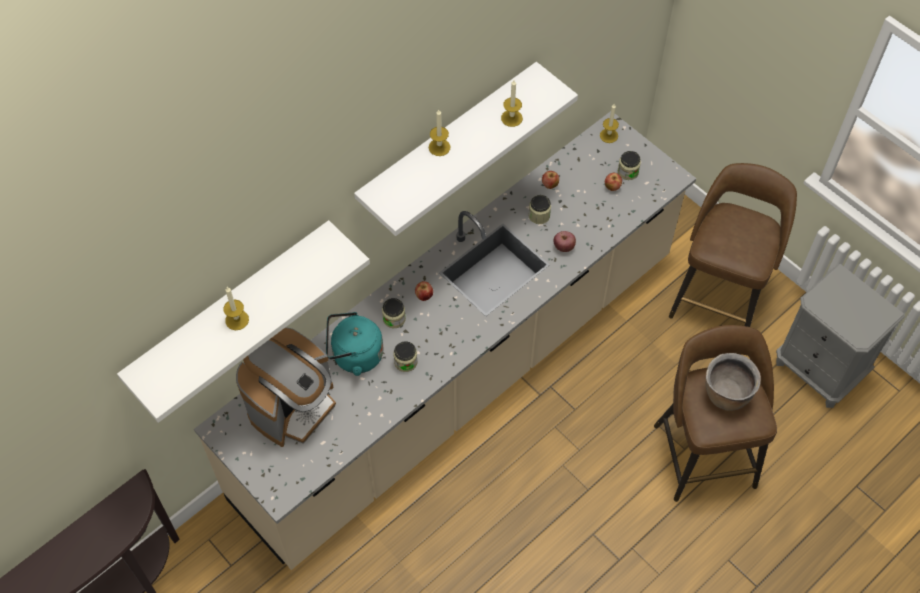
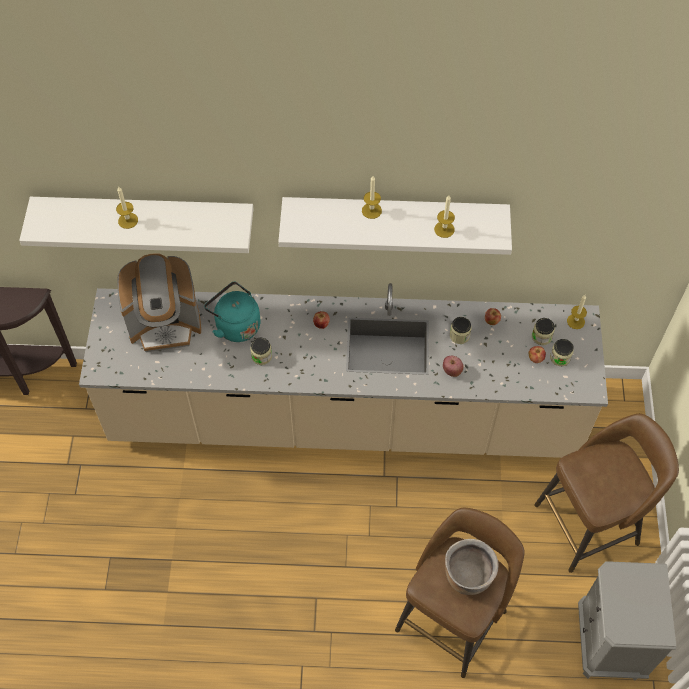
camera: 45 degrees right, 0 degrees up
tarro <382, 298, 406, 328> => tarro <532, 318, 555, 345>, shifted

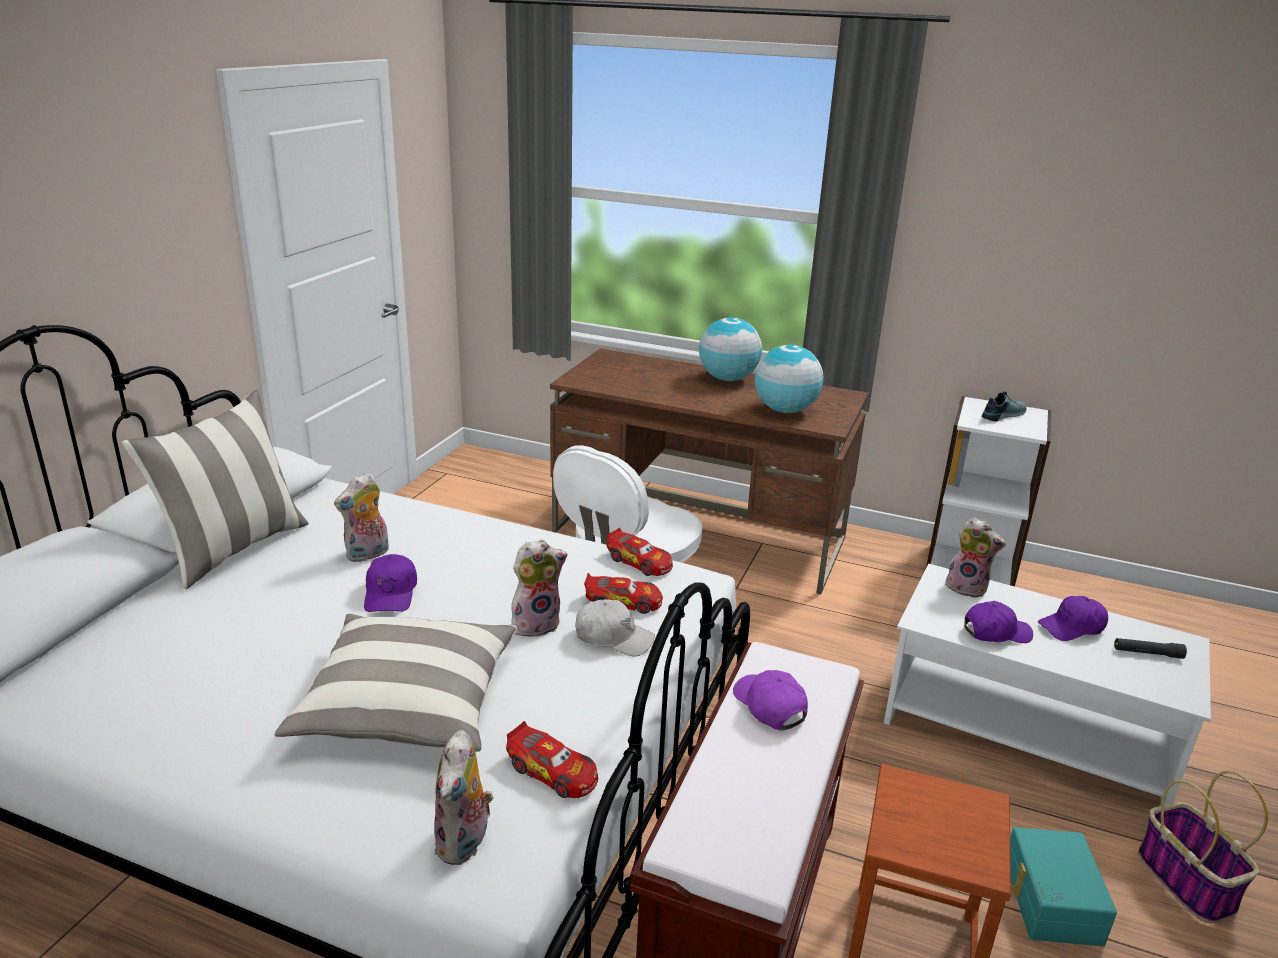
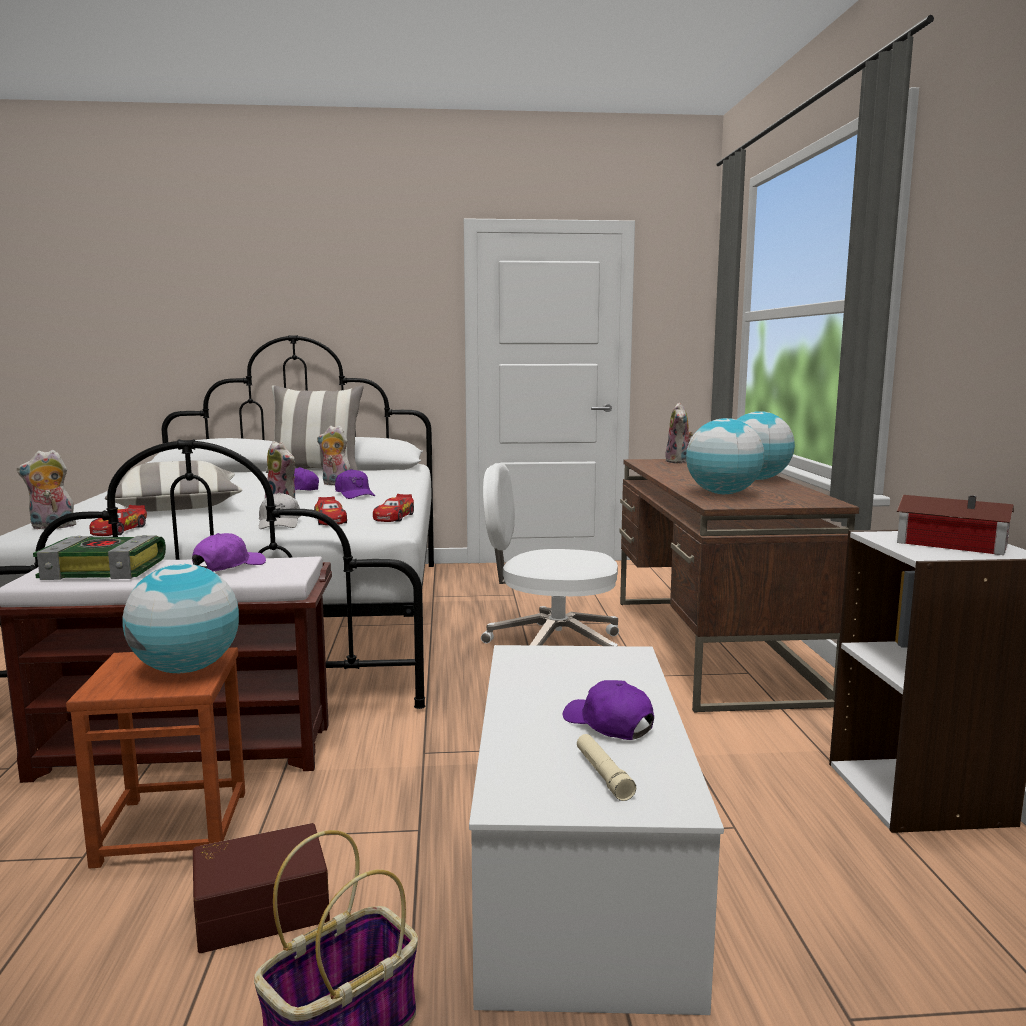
camera: 65 degrees right, 15 degrees down
peluche <945, 517, 1006, 598> => peluche <666, 403, 693, 464>, shifted
gorra/morado <964, 601, 1033, 643> => gorra/morado <335, 469, 375, 499>, shifted
zapato <981, 391, 1027, 422> => casita <897, 495, 1014, 555>
caja de almacenaje/turquesa <1010, 827, 1117, 946> => caja de almacenaje/marrón <193, 823, 330, 953>
linterna/negro <1114, 638, 1187, 659> => linterna/beis <577, 734, 636, 801>
nothing => libro <33, 535, 166, 580>
nothing => globo terráqueo <122, 564, 239, 673>

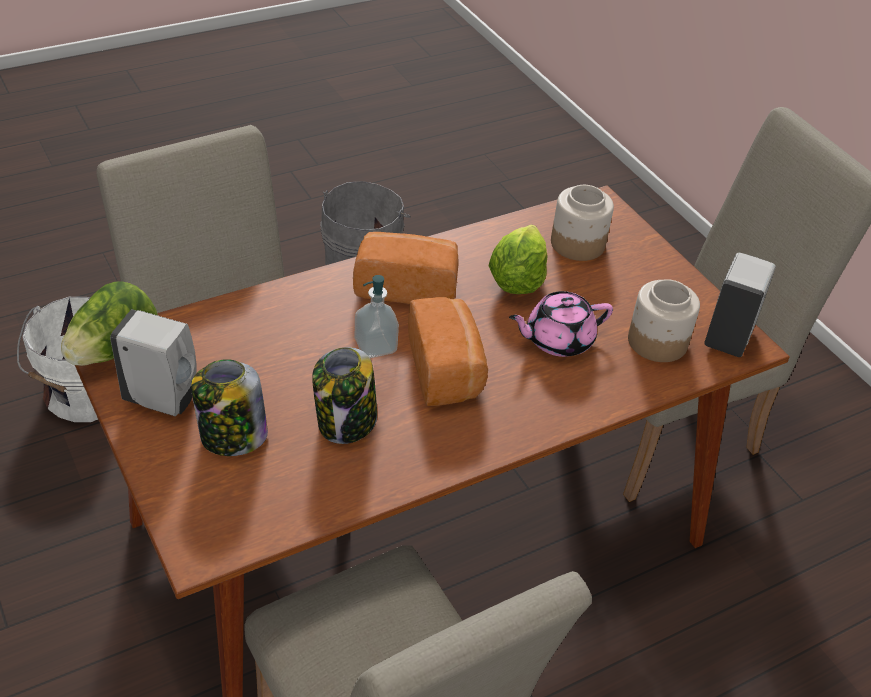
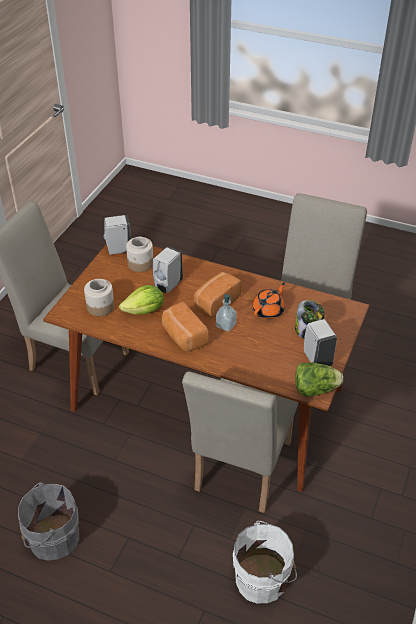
camera: 125 degrees left, 0 degrees up
tarro <312, 347, 377, 444> => tetera/naranja <253, 282, 285, 319>
tetera/rosa <509, 291, 613, 357> => dispensador de jabón/blanco <153, 246, 183, 293>

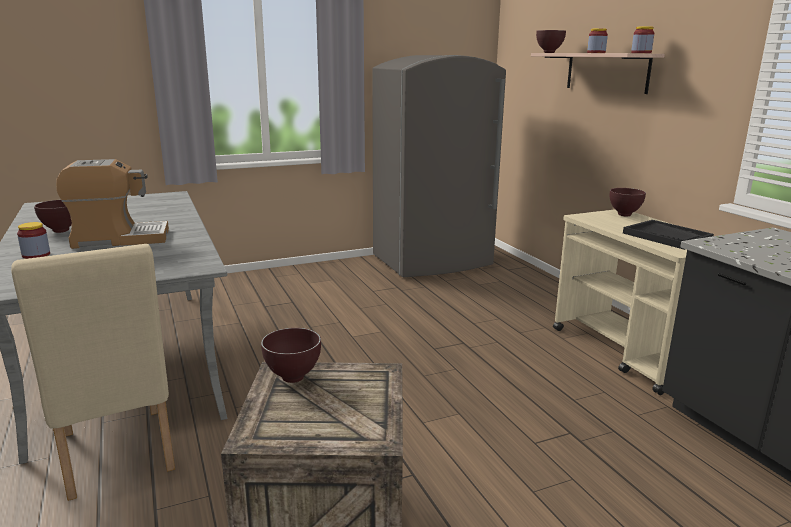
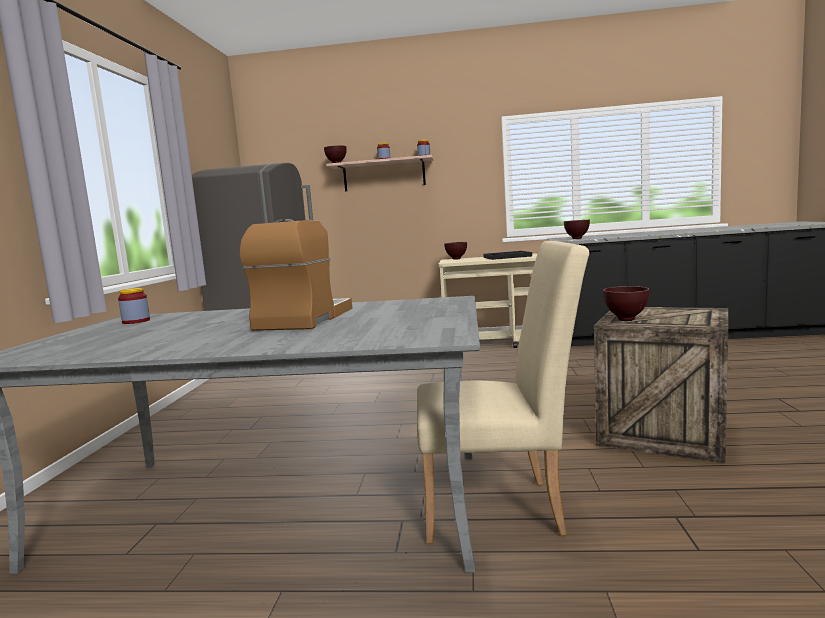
camera: 60 degrees left, 10 degrees down
tarro <17, 222, 50, 259> => tarro <118, 288, 150, 324>, shifted
cuenco/marrón <34, 200, 72, 233> => cuenco/marrón <564, 220, 590, 239>, shifted

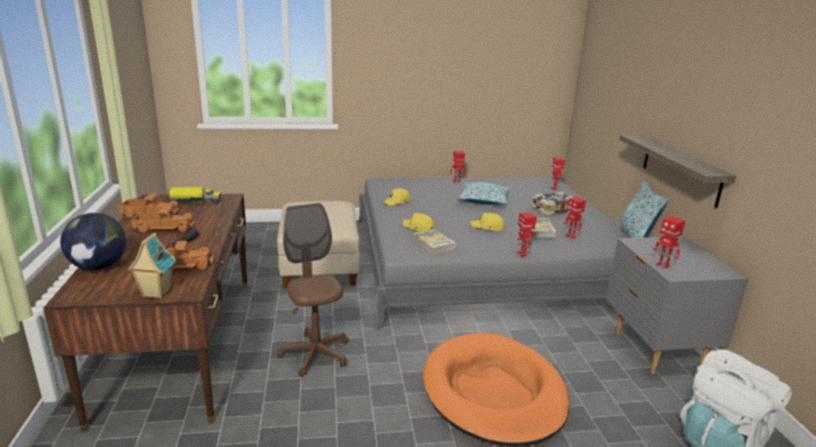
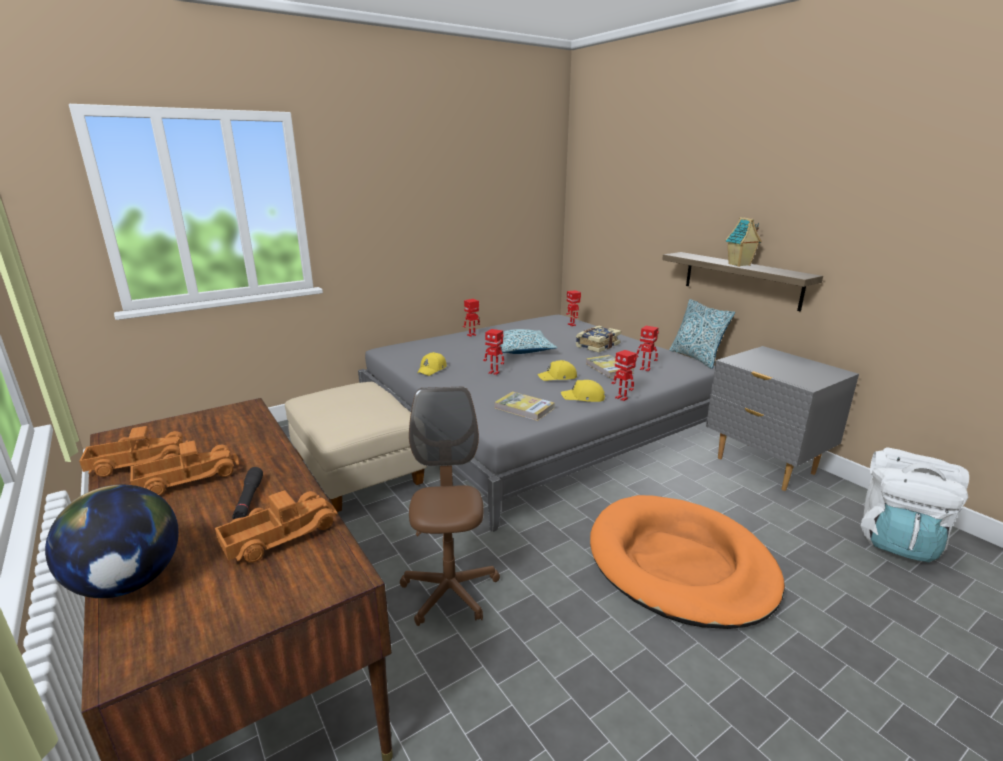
camera: 25 degrees left, 0 degrees up
casita <128, 232, 176, 299> => casita <725, 217, 762, 267>, shifted
camión de juguete <167, 187, 221, 205> => nothing
silla de oficina/marrón <277, 203, 349, 377> => silla de oficina/marrón <400, 386, 500, 626>, 45 degrees clockwise
gorra/amarillo <403, 213, 435, 232> => gorra/amarillo <561, 380, 605, 402>, shifted
robot de juguete <653, 216, 685, 269> => robot de juguete <483, 329, 504, 375>, shifted

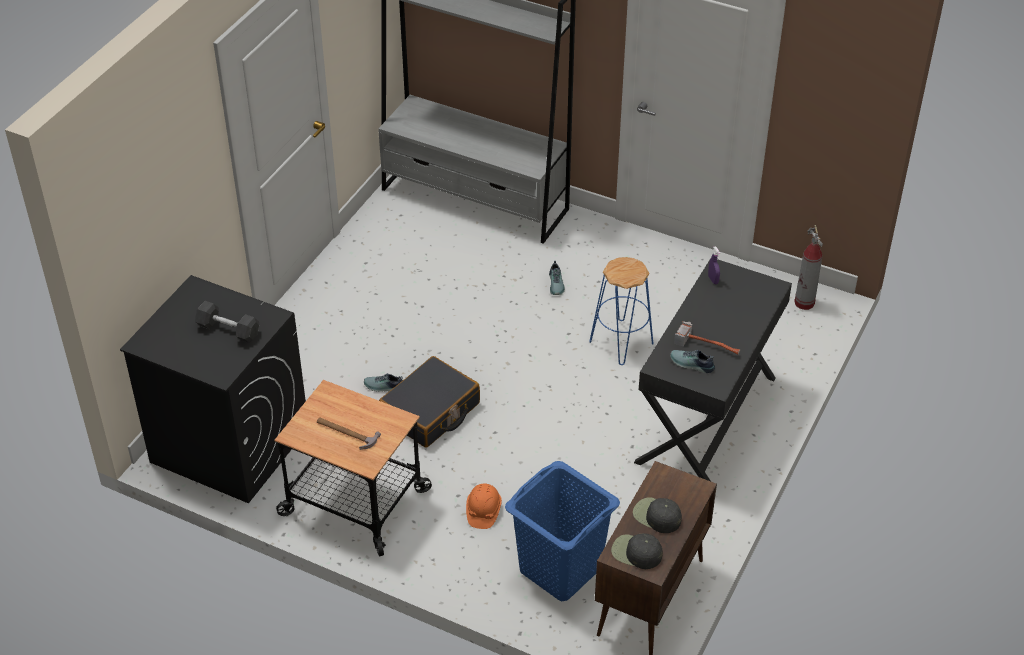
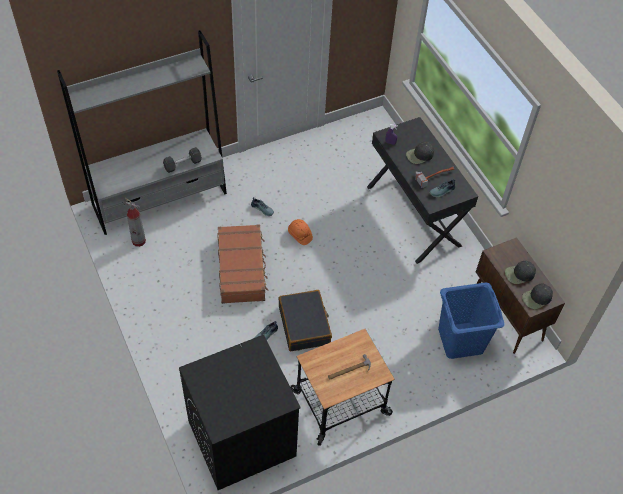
camera: 55 degrees left, 10 degrees up
mancuerna/gris <195, 301, 259, 343> => mancuerna/gris <163, 147, 202, 173>, shifted
casco/naranja <466, 484, 502, 529> => casco/naranja <288, 219, 313, 245>, shifted
taburete/azul <590, 257, 653, 365> => nothing
extintor <794, 225, 823, 310> => extintor <123, 198, 146, 247>, shifted
nothing => maleta/marrón <217, 224, 268, 304>
nothing => gorra/negro <406, 142, 434, 164>

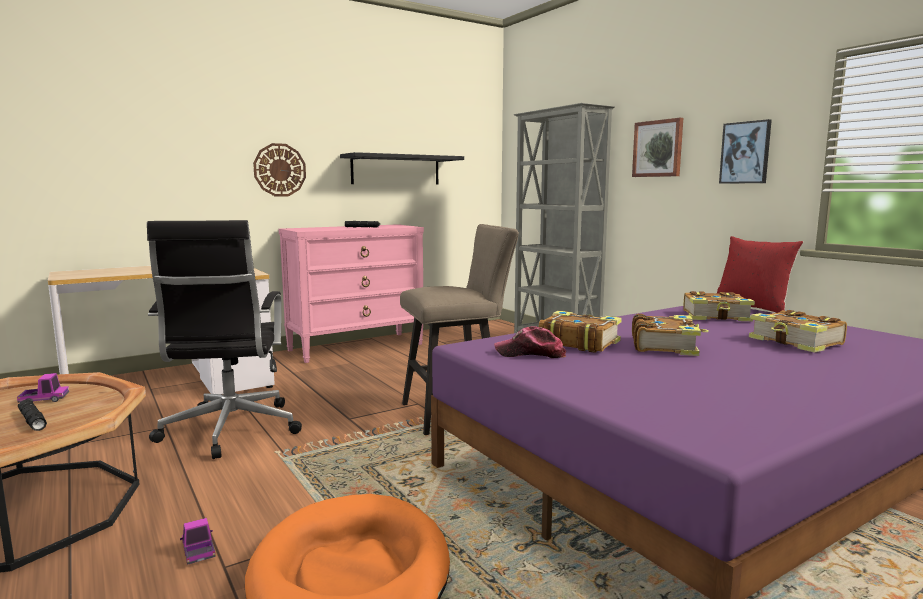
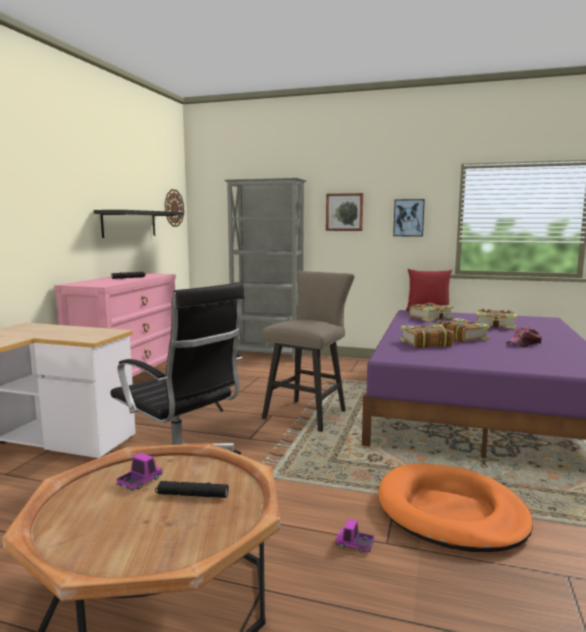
camera: 40 degrees left, 0 degrees up
reloj de pared <253, 143, 306, 197> => reloj de pared <165, 189, 184, 227>, shifted
gorra <494, 326, 566, 358> => gorra <507, 327, 542, 347>, shifted

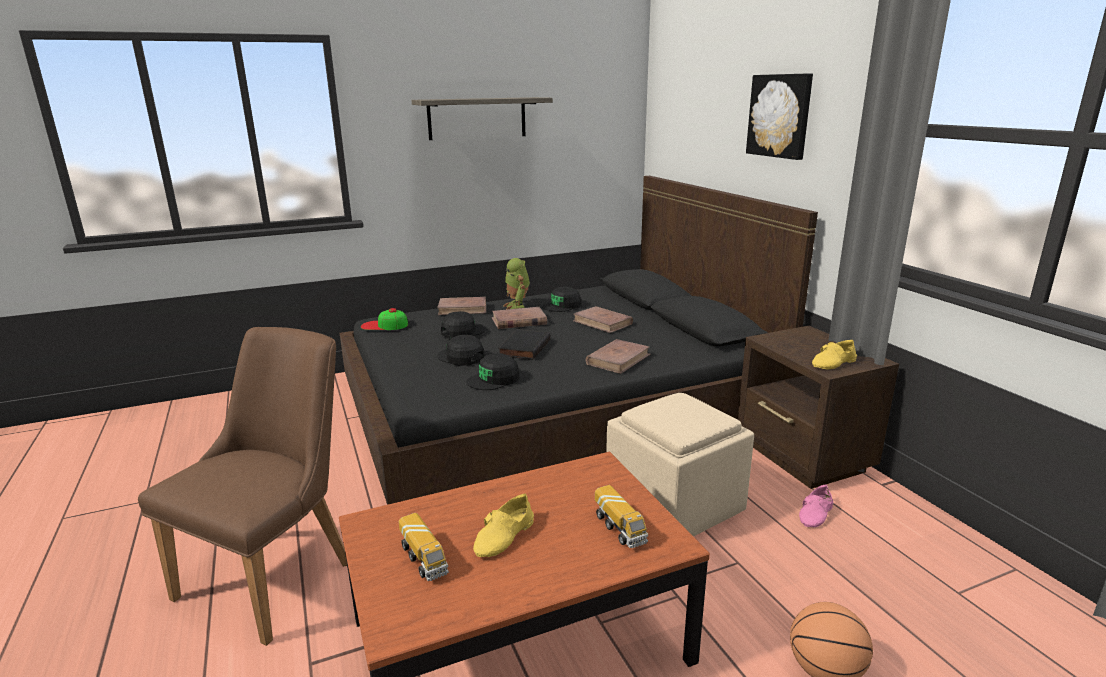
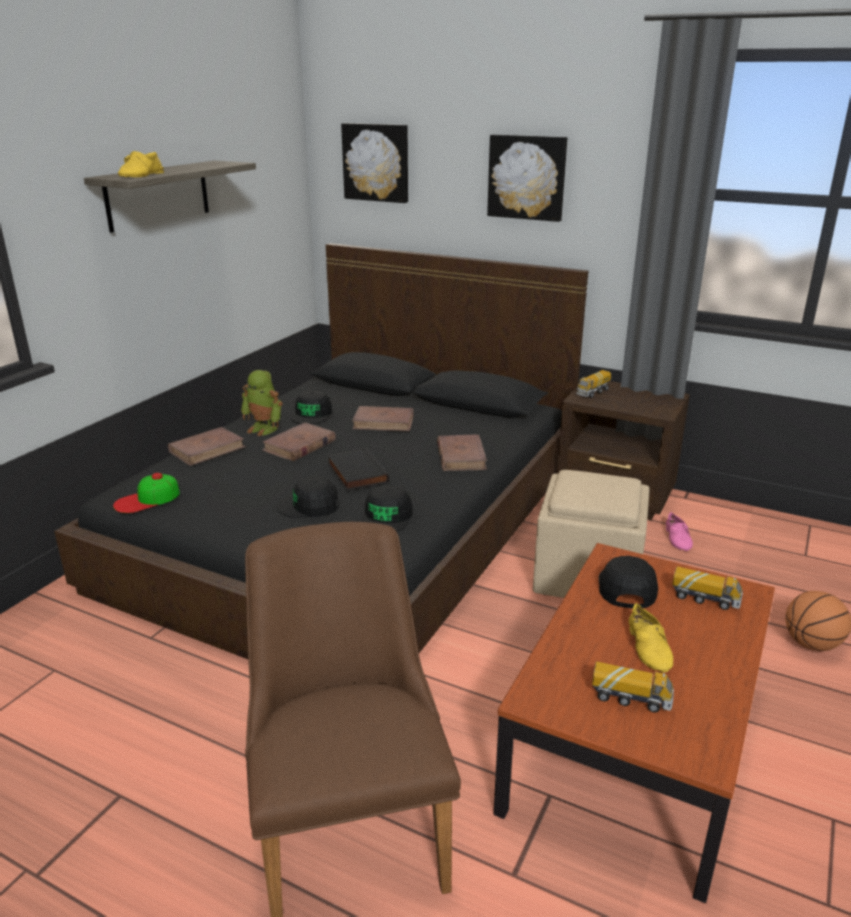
camera: 40 degrees left, 5 degrees up
gorra/negro <441, 311, 486, 339> => gorra/negro <599, 556, 658, 608>, shifted
zapato/amarillo <812, 340, 857, 369> => zapato/amarillo <118, 151, 164, 177>, shifted
nothing => cuadro <341, 123, 408, 203>
nothing => camión de juguete <576, 370, 611, 398>

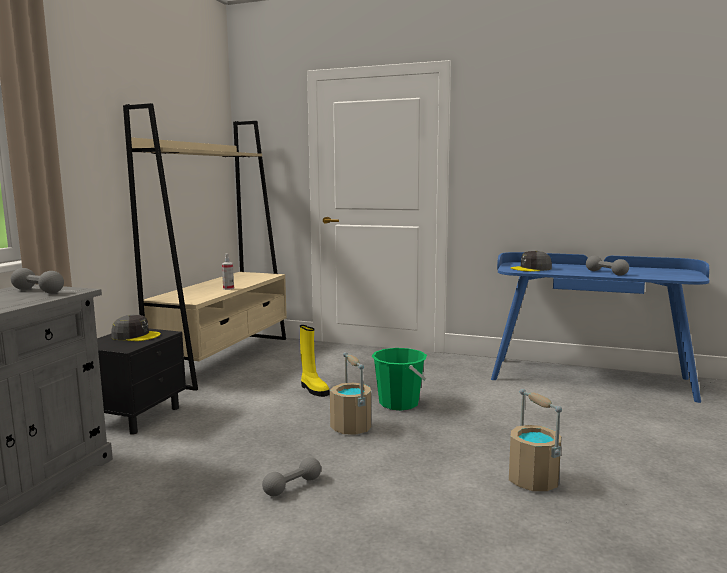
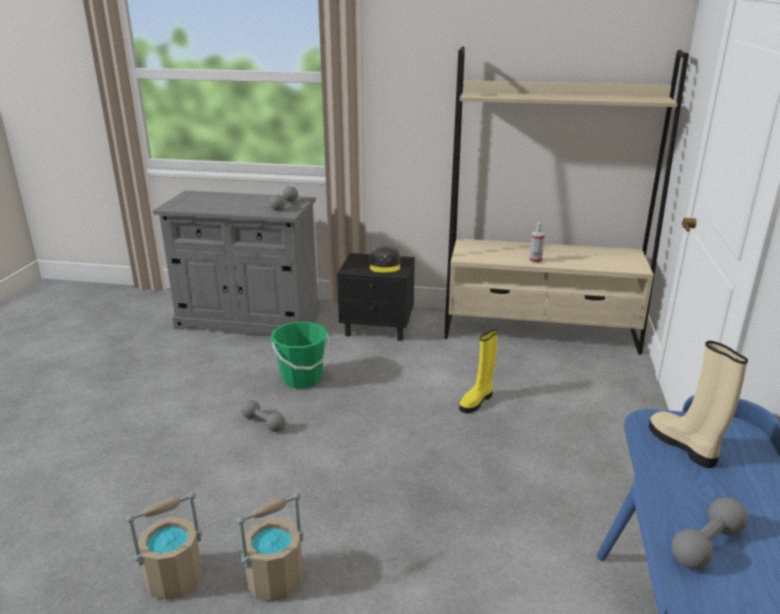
camera: 80 degrees right, 15 degrees up
cubo/beis <330, 352, 371, 434> => cubo/beis <126, 492, 203, 600>, shifted
cubo/verde <371, 348, 427, 411> => cubo/verde <271, 322, 329, 388>, shifted
gorra/gris <511, 251, 552, 272> => bota/beis <649, 341, 748, 468>

